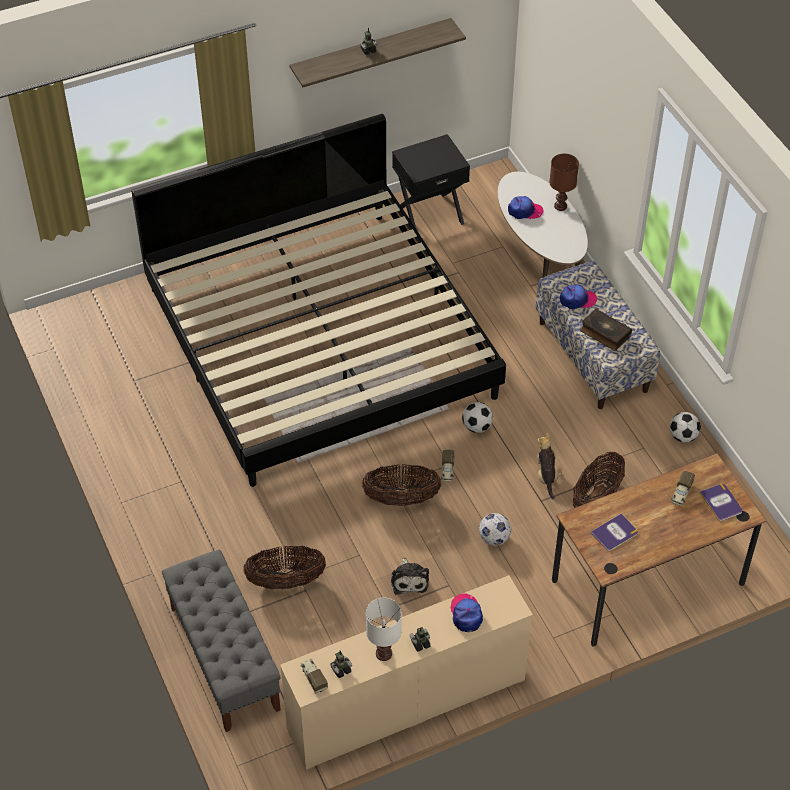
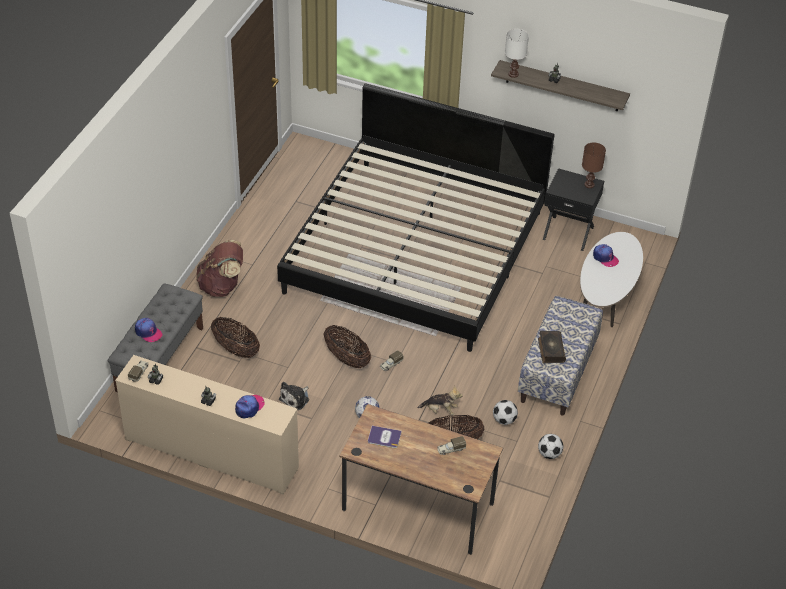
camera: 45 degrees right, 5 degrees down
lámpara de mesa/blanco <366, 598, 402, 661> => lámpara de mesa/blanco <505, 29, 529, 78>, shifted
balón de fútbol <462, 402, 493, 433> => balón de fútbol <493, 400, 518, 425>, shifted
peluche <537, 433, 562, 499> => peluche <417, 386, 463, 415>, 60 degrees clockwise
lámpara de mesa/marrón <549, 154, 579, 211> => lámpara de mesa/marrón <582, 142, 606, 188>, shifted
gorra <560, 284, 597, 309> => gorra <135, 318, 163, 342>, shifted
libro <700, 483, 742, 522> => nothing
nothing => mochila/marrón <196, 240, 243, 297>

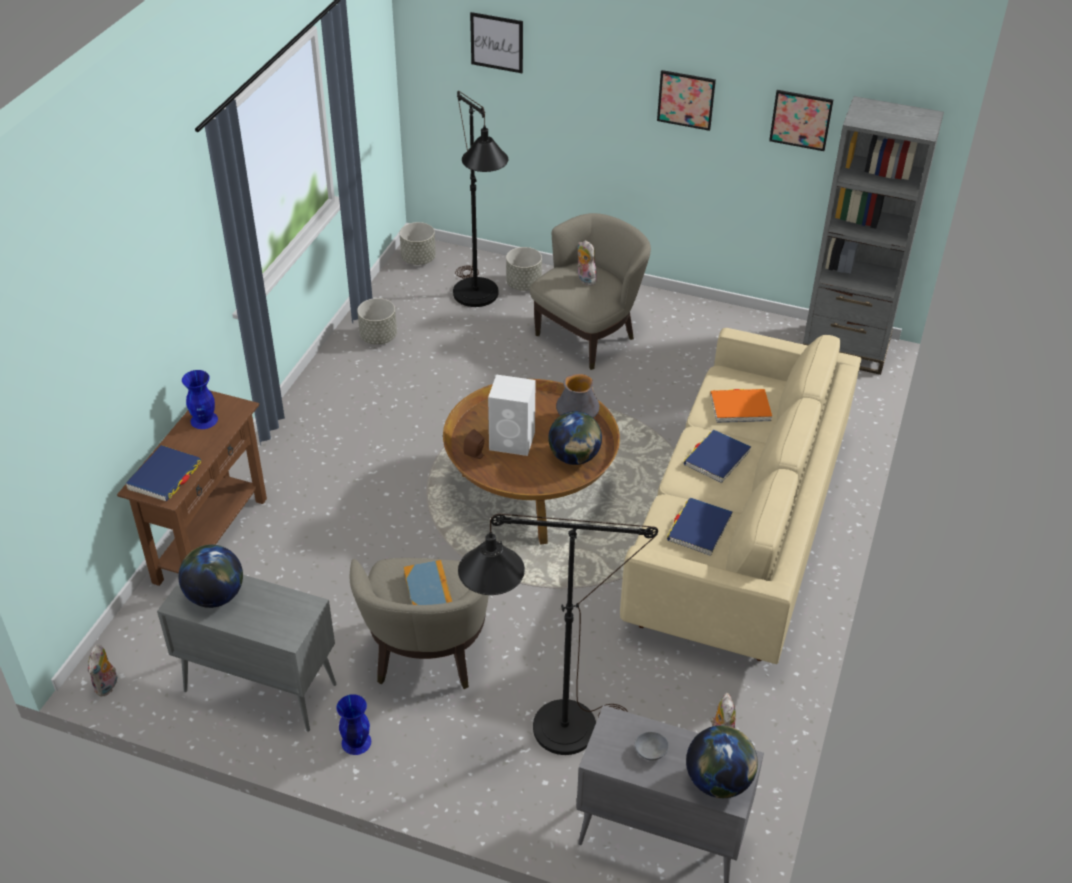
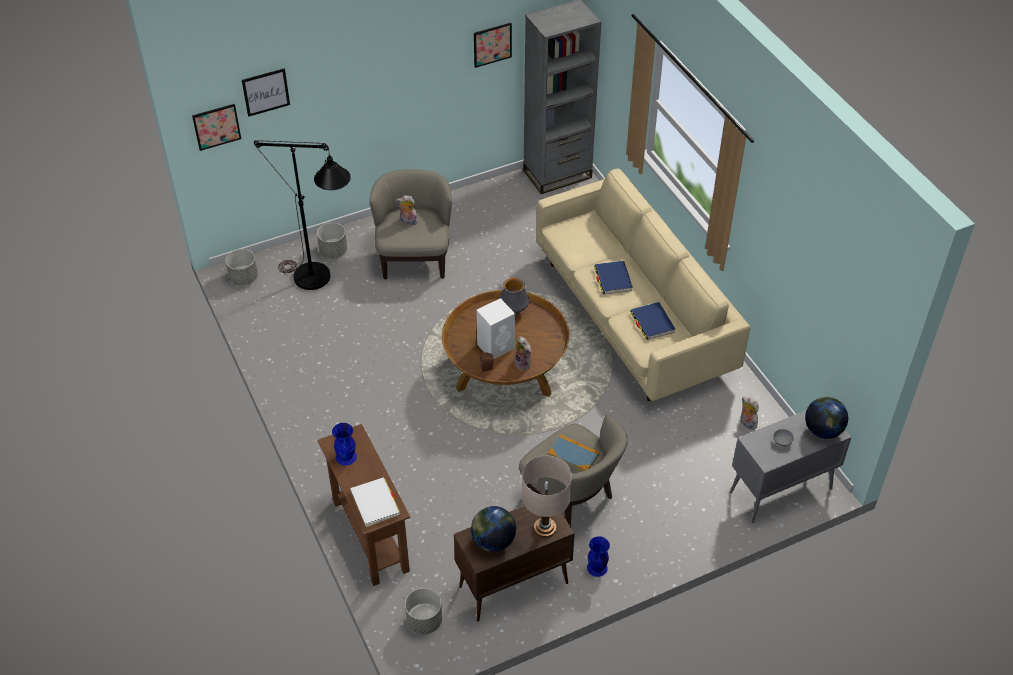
camera: 45 degrees left, 5 degrees up
peluche <88, 644, 117, 696> => peluche <514, 336, 532, 371>, shifted
libro/azul <125, 445, 201, 502> => libro/blanco <350, 477, 400, 527>
armario/gris <157, 575, 337, 732> => armario/marrón <454, 506, 575, 622>
maceta/gris <357, 298, 397, 345> => maceta/gris <405, 588, 442, 634>, shifted
lámpara de pie/negro <458, 513, 658, 755> => nothing
globo terráqueo <548, 411, 602, 465> => nothing
cuadro <657, 70, 716, 131> => cuadro <192, 104, 241, 151>, shifted
libro/naranja <710, 389, 772, 423> => nothing
nothing => lámpara de mesa/beis <522, 456, 572, 538>

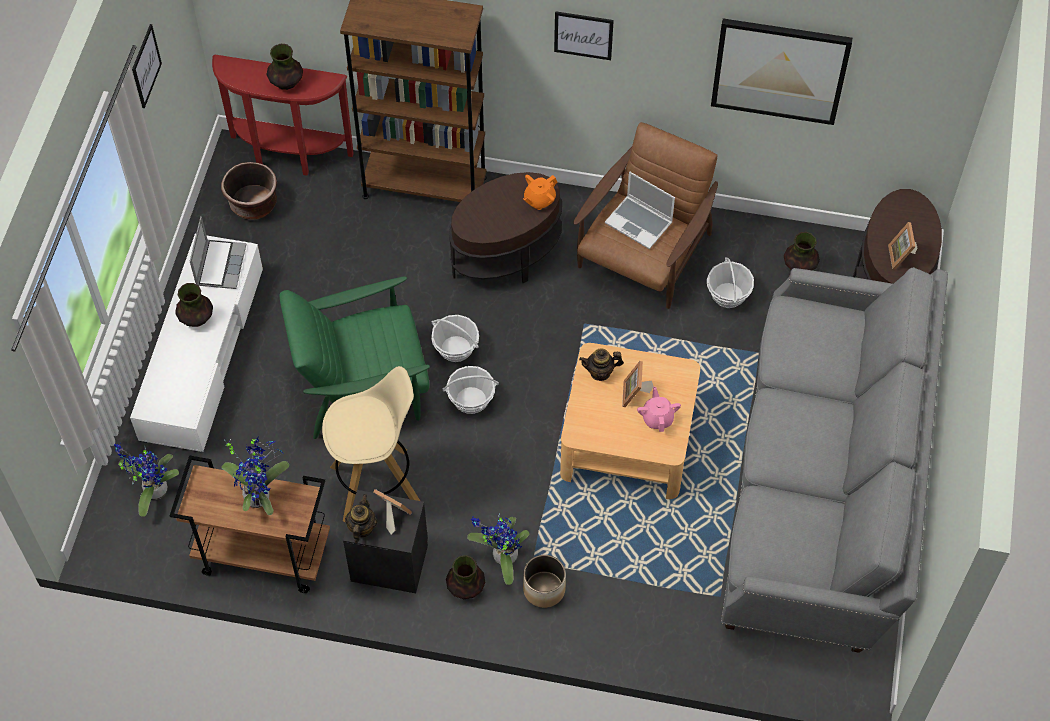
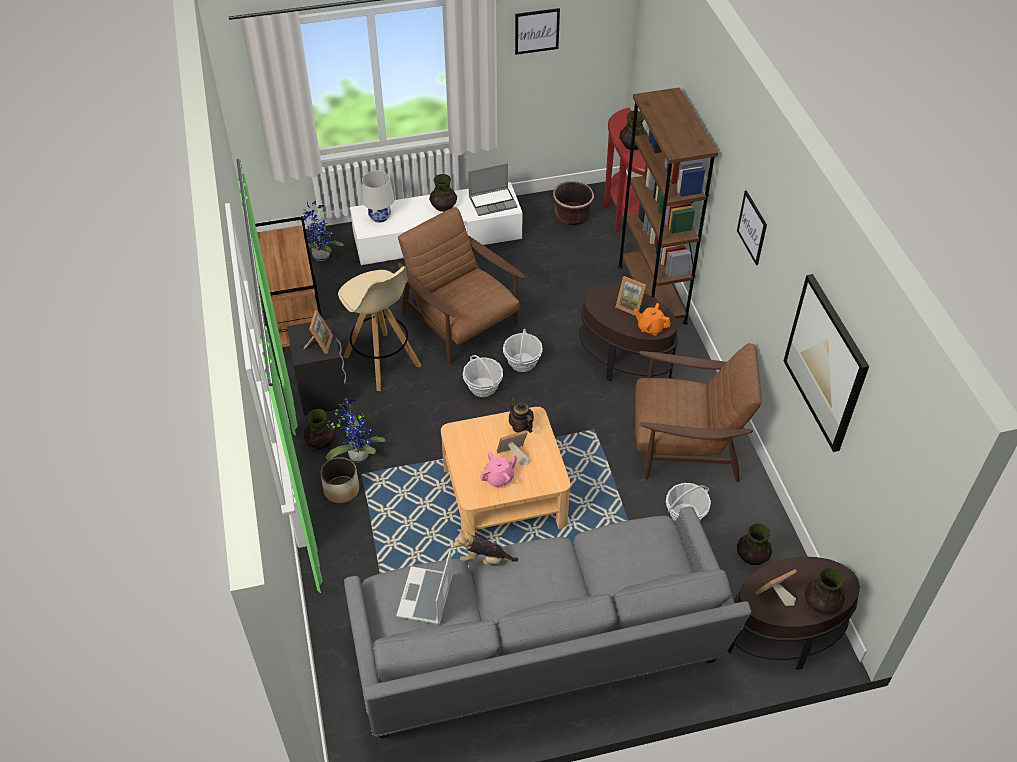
camera: 65 degrees right, 10 degrees down
planta en maceta <221, 436, 289, 515> => nothing
sillón/verde <280, 276, 430, 439> => sillón/marrón <398, 207, 525, 365>
tetera <345, 494, 377, 543> => nothing
portátil <605, 171, 675, 249> => portátil <396, 550, 453, 624>, shifted
nothing => lámpara de mesa/blanco <361, 171, 394, 223>
nothing => peluche <453, 529, 518, 564>
nothing => portarretratos <616, 276, 646, 316>
nothing => florero <804, 568, 845, 614>

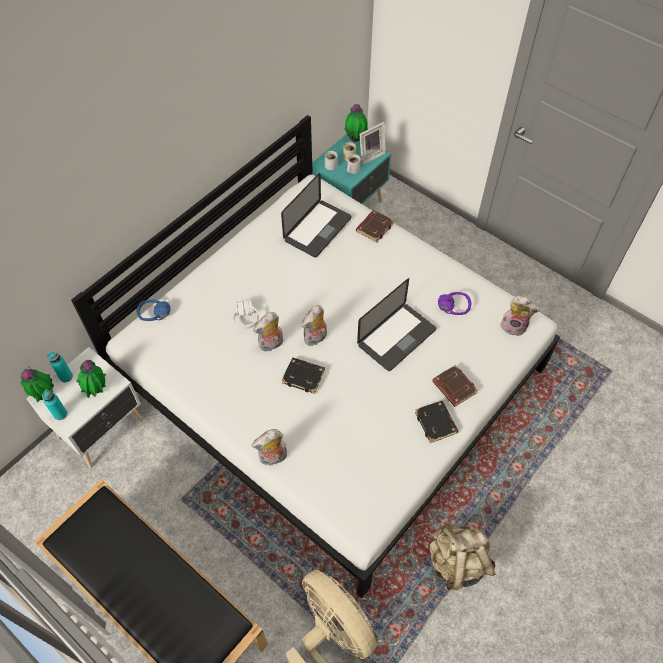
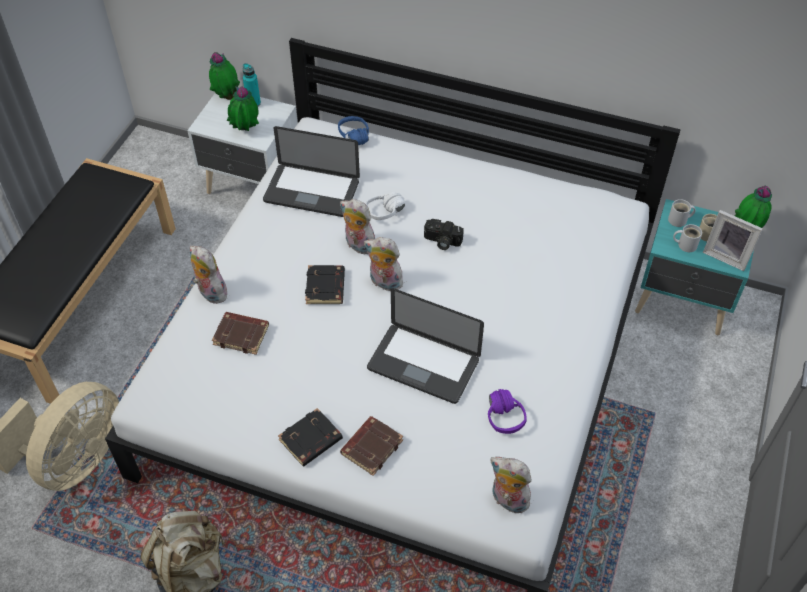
camera: 70 degrees right, 5 degrees down
botella/turquesa <42, 390, 67, 420> => nothing
portátil <281, 173, 352, 258> => portátil <263, 126, 360, 217>, shifted
libro/marrón <356, 210, 394, 243> => libro/marrón <212, 312, 269, 355>, shifted
peluche <500, 295, 540, 336> => peluche <490, 457, 535, 513>, 120 degrees clockwise
nothing => cámara <424, 219, 464, 250>

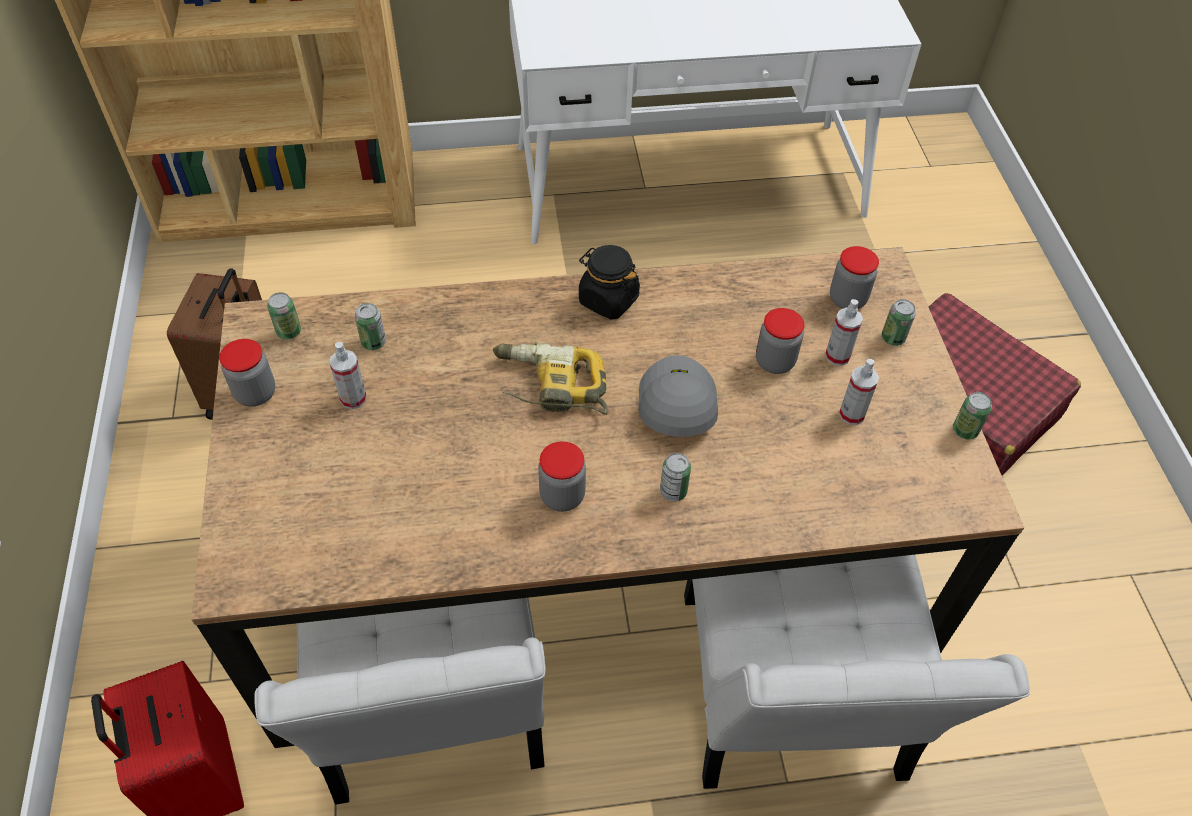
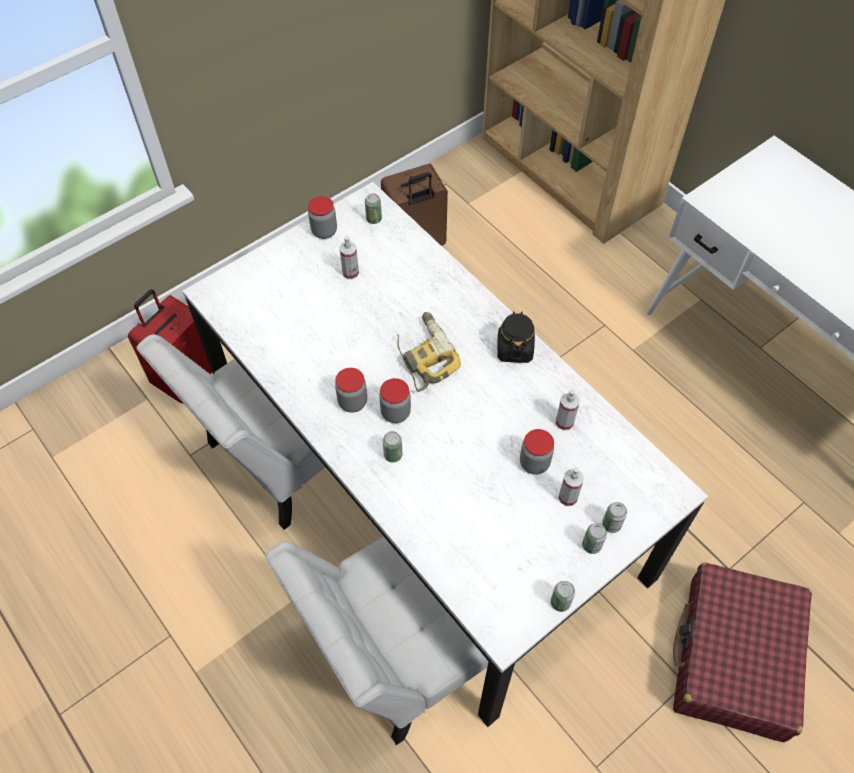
camera: 60 degrees right, 5 degrees up
mesa de comedor/marrón <191, 247, 1024, 748> => mesa de comedor/blanco <183, 182, 708, 727>
lata <355, 303, 386, 350> => lata <582, 523, 607, 554>, shifted
gorra/gris <638, 355, 718, 437> => nothing
tarro <830, 246, 879, 309> => tarro <379, 378, 411, 423>, shifted
pulverizador <839, 359, 879, 425> => pulverizador <556, 389, 580, 431>, shifted

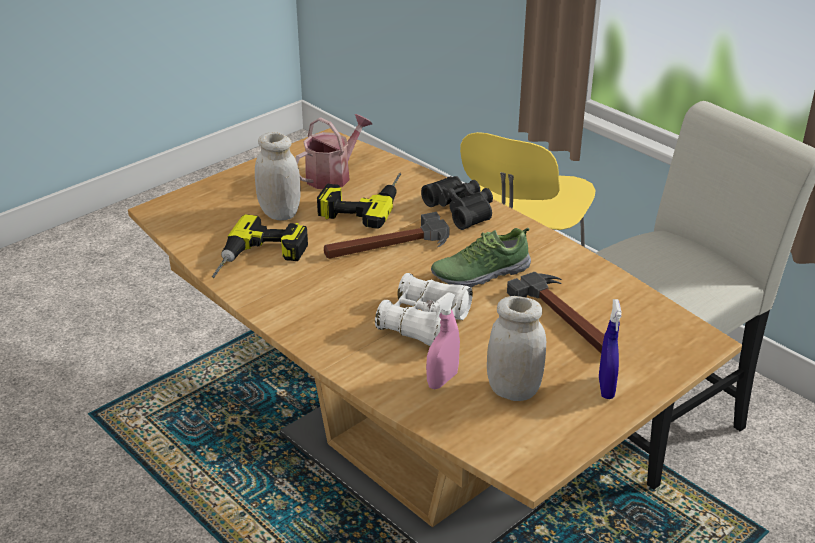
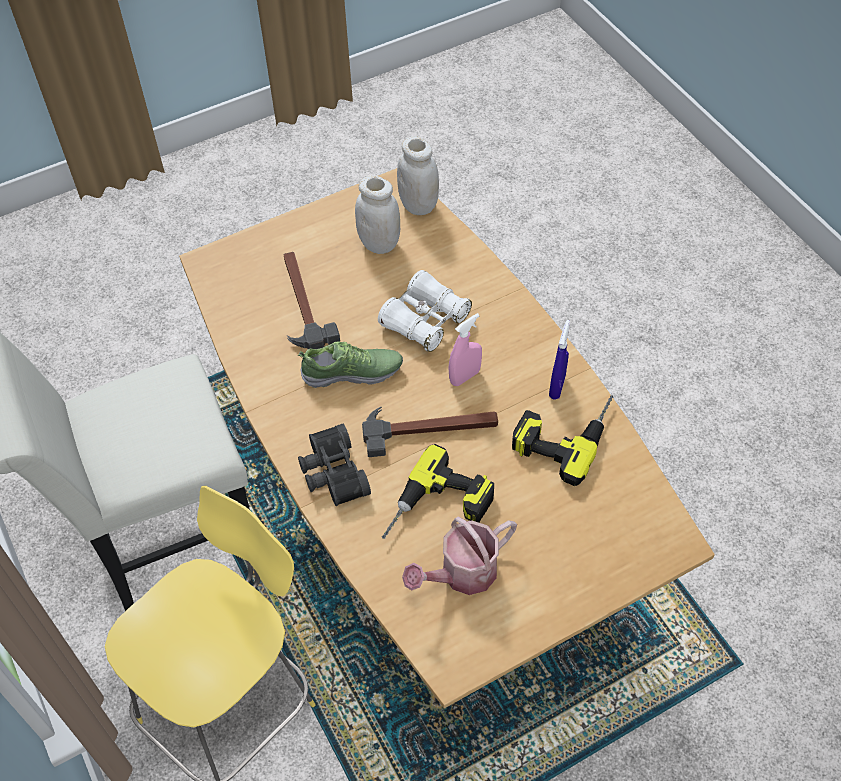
camera: 165 degrees left, 20 degrees up
tarro/blanco <255, 132, 301, 221> => tarro/blanco <397, 136, 439, 215>, shifted
pulverizador/rosa <426, 292, 460, 389> => pulverizador/rosa <448, 313, 482, 386>, shifted
pulverizador/azul <599, 299, 622, 399> => pulverizador/azul <549, 320, 570, 399>, shifted

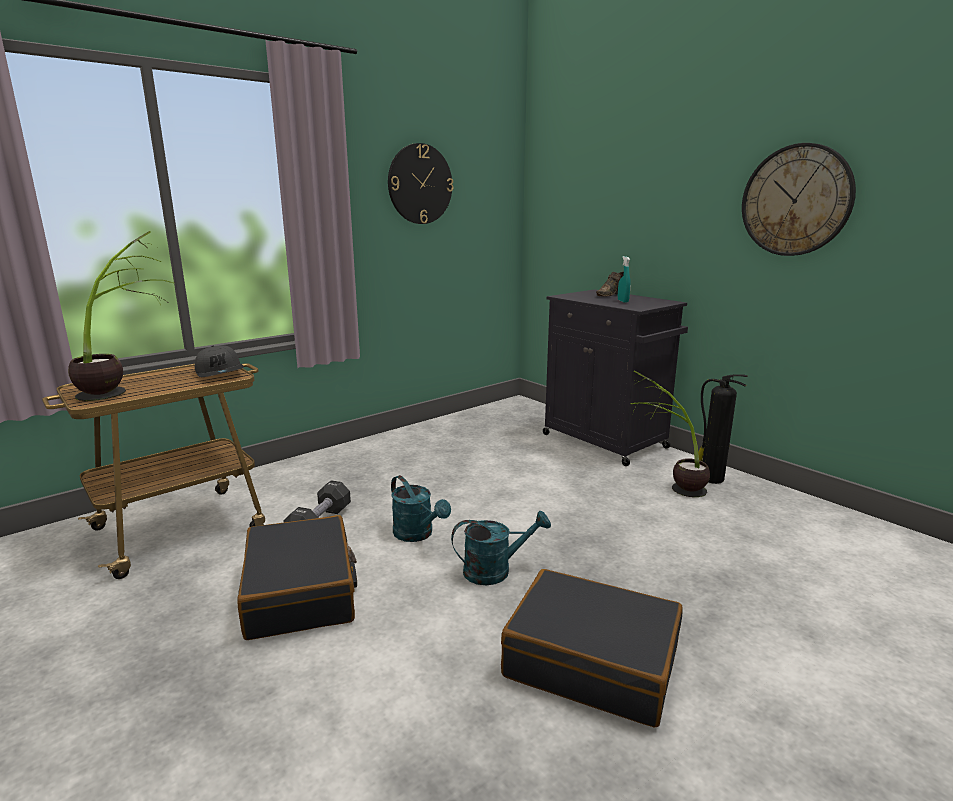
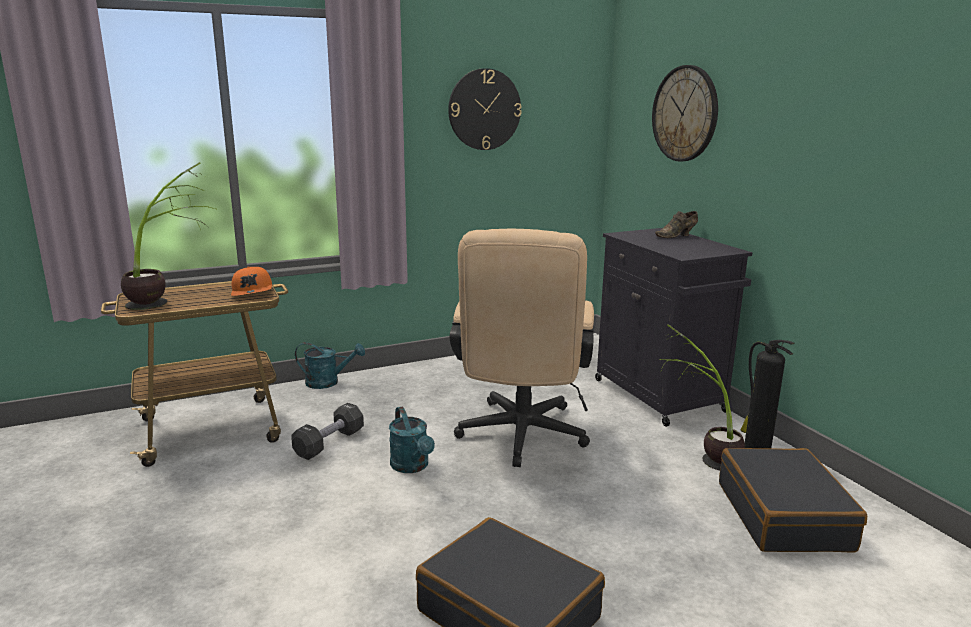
camera: 15 degrees right, 0 degrees up
gorra/gris <195, 346, 244, 377> => gorra/naranja <231, 266, 272, 296>
maleta/negro <237, 515, 357, 640> => maleta/negro <719, 448, 867, 552>, shifted
regadera/turquesa <451, 511, 551, 585> => regadera/turquesa <295, 342, 365, 389>, shifted
pulverizador/turquesa <618, 256, 630, 303> => nothing
reloj de pared <742, 143, 856, 256> => reloj de pared <652, 65, 718, 162>, shifted
nothing => silla de oficina/beis <450, 229, 594, 467>

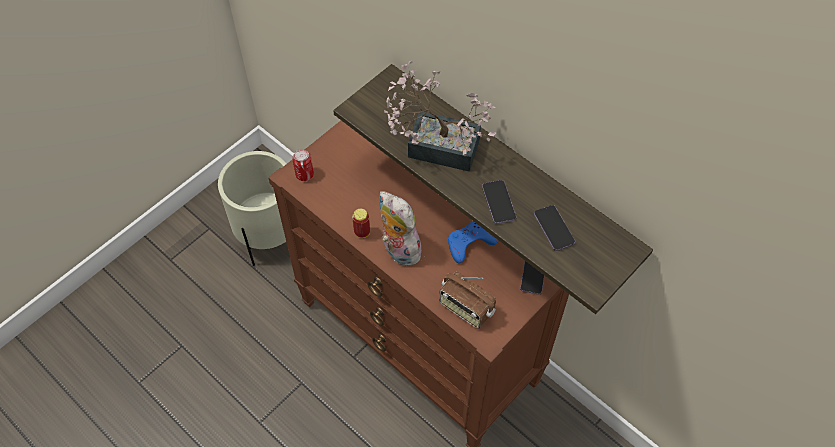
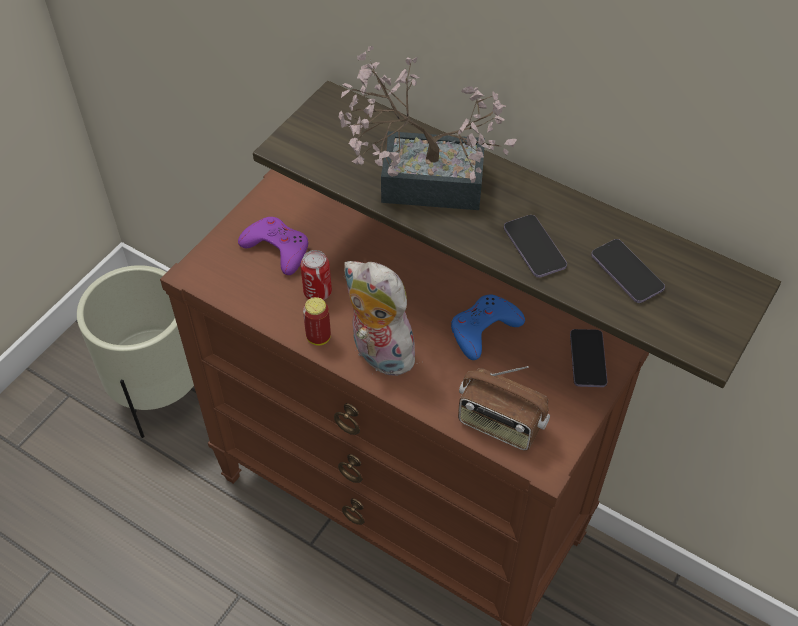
camera: 10 degrees left, 5 degrees down
lata <292, 149, 314, 181> => lata <301, 250, 332, 300>, shifted
nothing => mando de consola/morado <238, 217, 308, 275>

